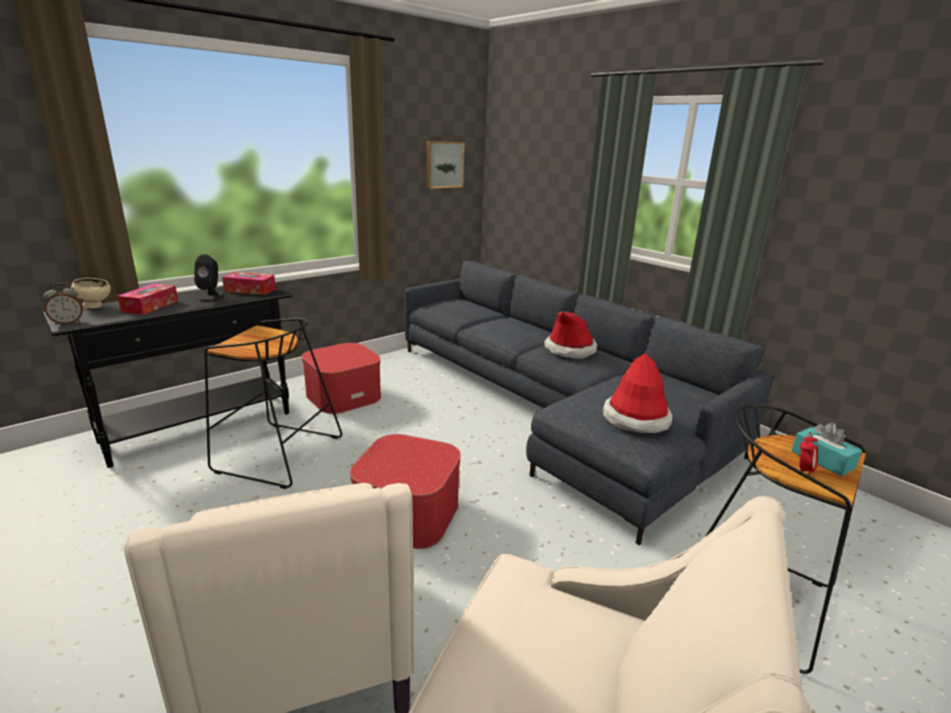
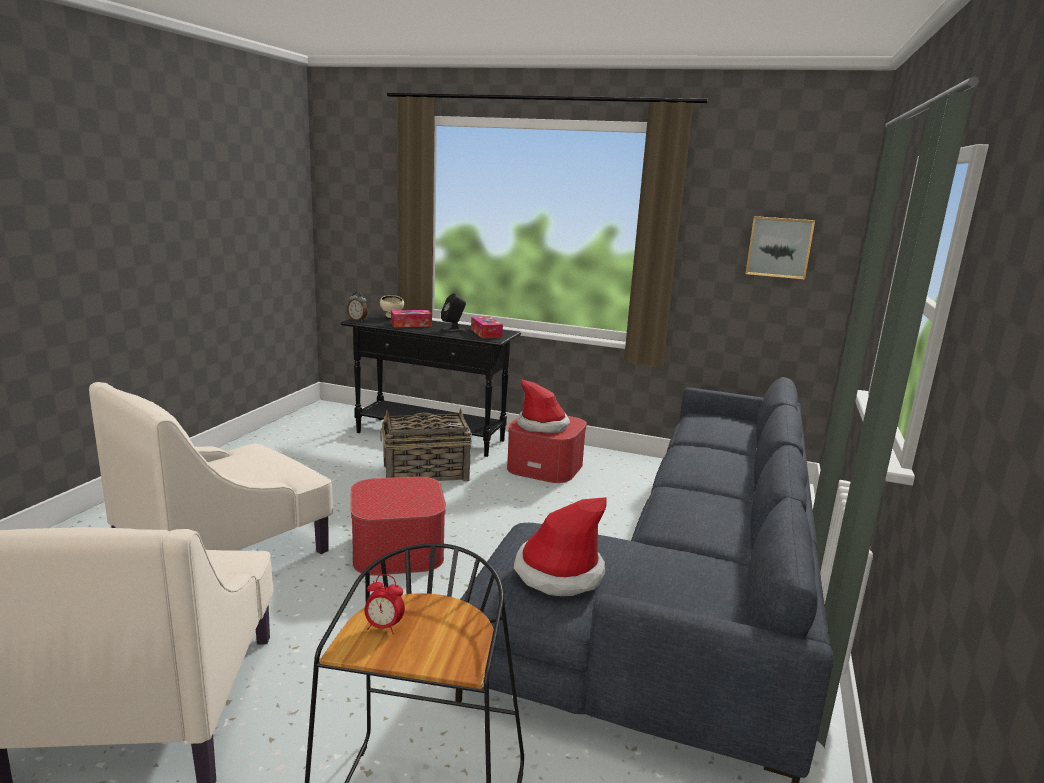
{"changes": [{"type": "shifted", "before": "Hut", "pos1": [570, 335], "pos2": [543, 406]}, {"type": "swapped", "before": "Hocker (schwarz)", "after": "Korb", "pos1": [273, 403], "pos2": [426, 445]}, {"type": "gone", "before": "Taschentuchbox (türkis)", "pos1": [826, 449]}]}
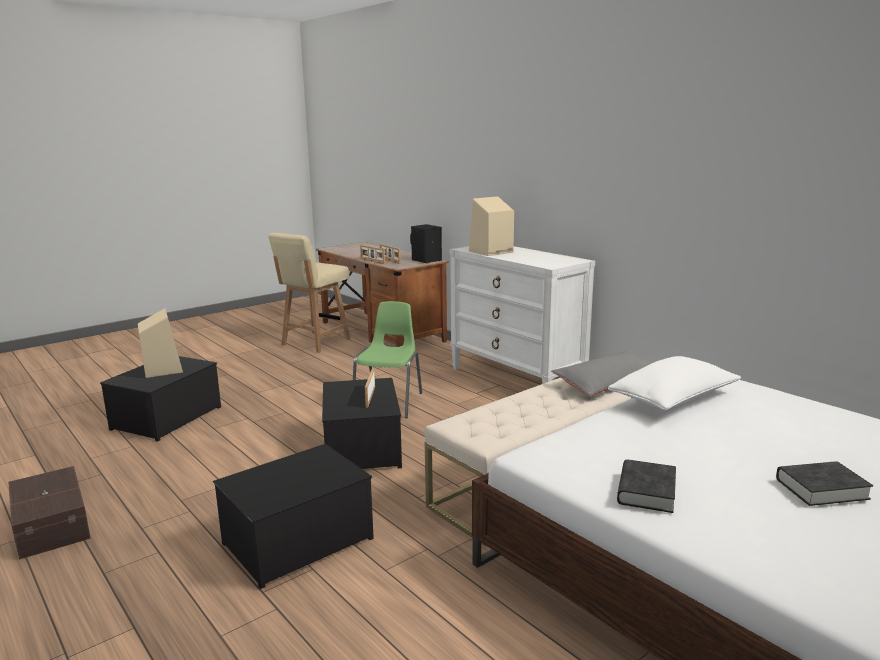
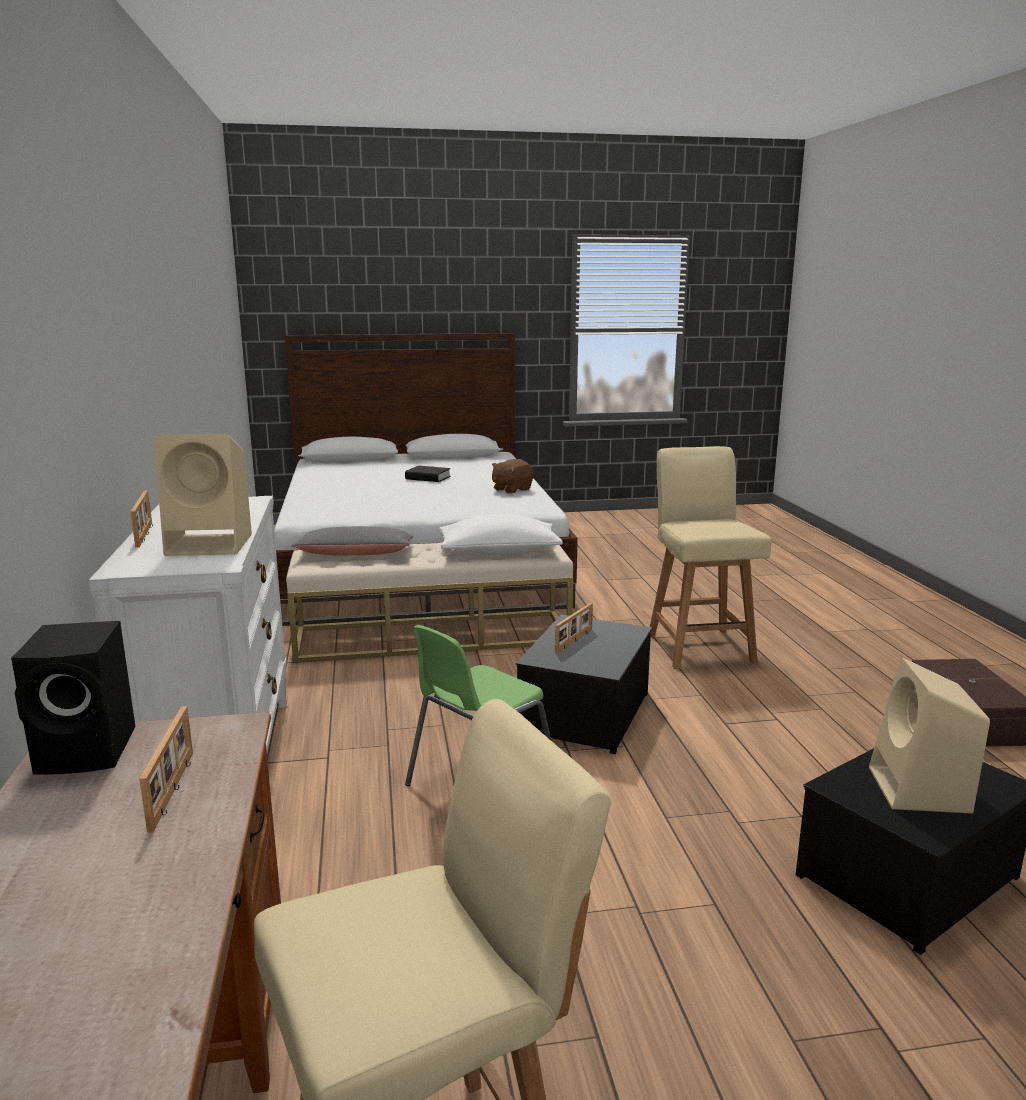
{"changes": [{"type": "shifted", "before": "Bilderrahmen", "pos1": [372, 254], "pos2": [141, 518]}, {"type": "shifted", "before": "Kissen (weiß)", "pos1": [674, 383], "pos2": [501, 534]}, {"type": "swapped", "before": "Aufbewahrungsbox", "after": "Stuhl (beige)", "pos1": [293, 516], "pos2": [711, 557]}, {"type": "swapped", "before": "Buch (schwarz)", "after": "Plüschtier (braun)", "pos1": [646, 486], "pos2": [513, 476]}]}
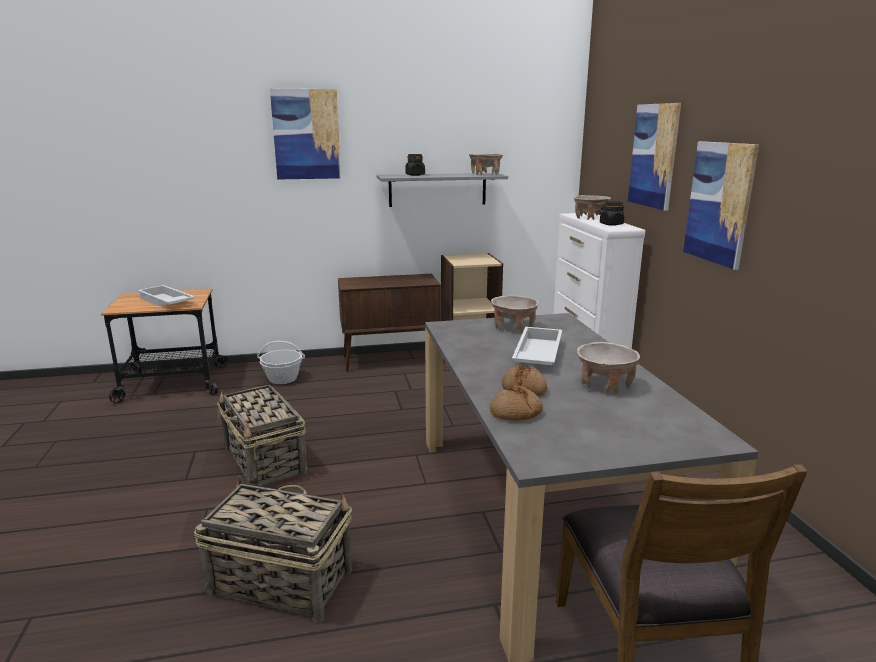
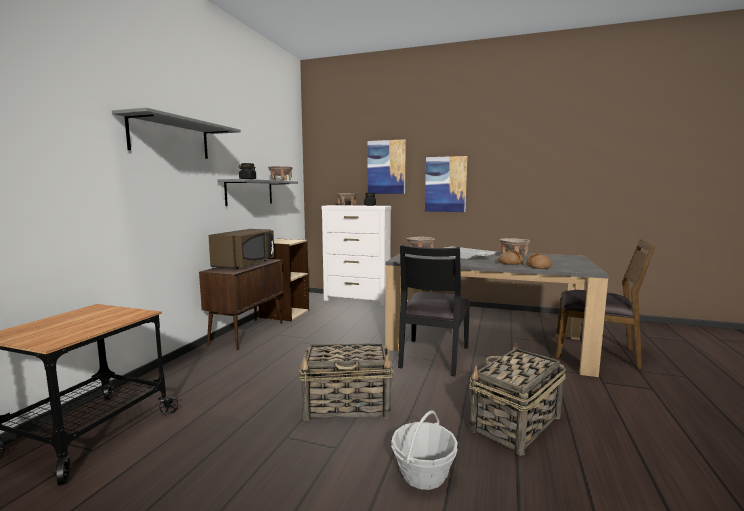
{"changes": [{"type": "swapped", "before": "Bild", "after": "Wandregal (grau)", "pos1": [305, 134], "pos2": [176, 133]}, {"type": "gone", "before": "Tablett (weiß)", "pos1": [166, 295]}, {"type": "shifted", "before": "Korb", "pos1": [281, 362], "pos2": [424, 450]}, {"type": "new", "after": "Mikrowelle (braun)", "pos2": [241, 249]}, {"type": "new", "after": "Stuhl (schwarz)", "pos2": [434, 310]}]}
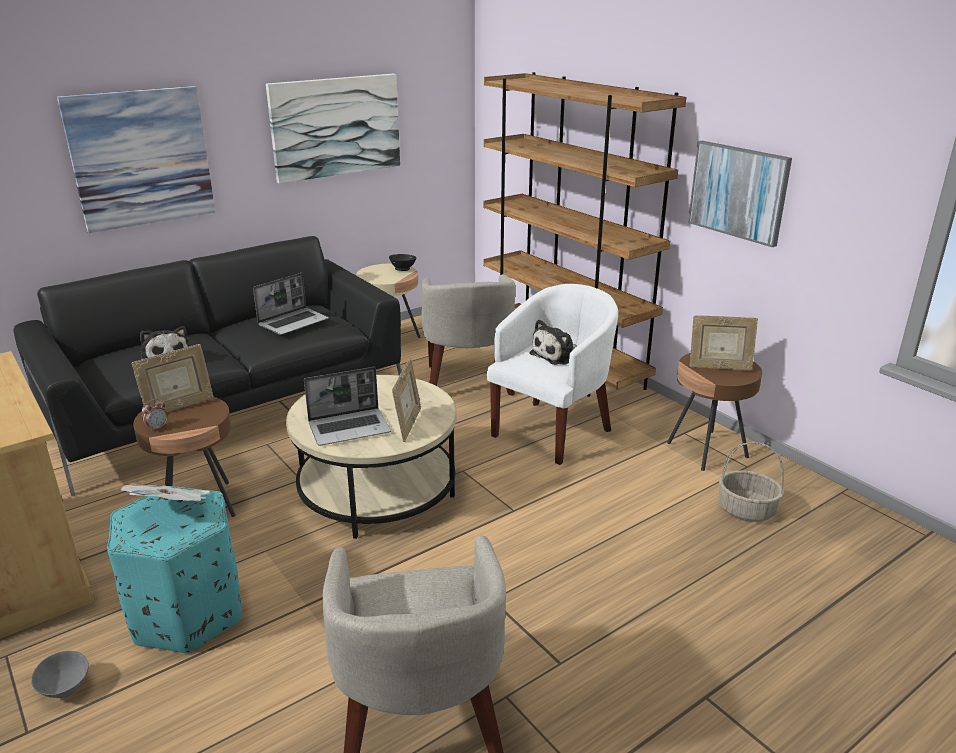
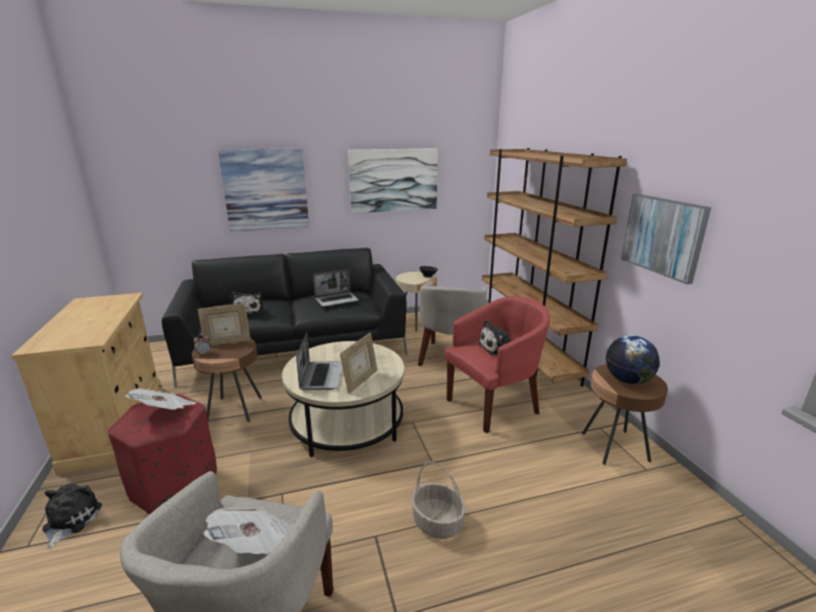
{"changes": [{"type": "repainted", "before": "Sessel (weiß)", "after": "Sessel (rot)", "pos1": [552, 374], "pos2": [497, 364]}, {"type": "swapped", "before": "Bilderrahmen", "after": "Globus", "pos1": [723, 342], "pos2": [633, 359]}, {"type": "rotated", "before": "Laptop", "pos1": [347, 406], "pos2": [319, 361], "turn": -90}, {"type": "shifted", "before": "Korb", "pos1": [751, 482], "pos2": [438, 500]}, {"type": "repainted", "before": "Polsterhocker (türkis)", "after": "Polsterhocker (rot)", "pos1": [174, 570], "pos2": [162, 454]}, {"type": "swapped", "before": "Schüssel (grau)", "after": "Plüschtier", "pos1": [60, 674], "pos2": [72, 516]}, {"type": "new", "after": "Zeitung", "pos2": [248, 531]}]}
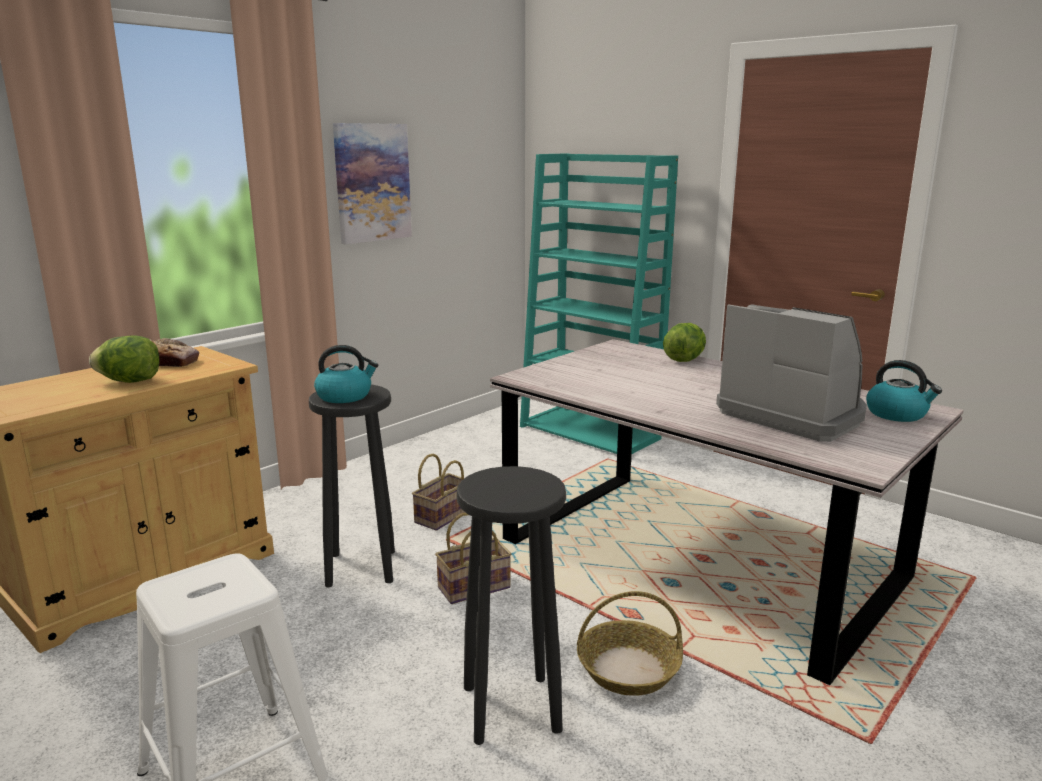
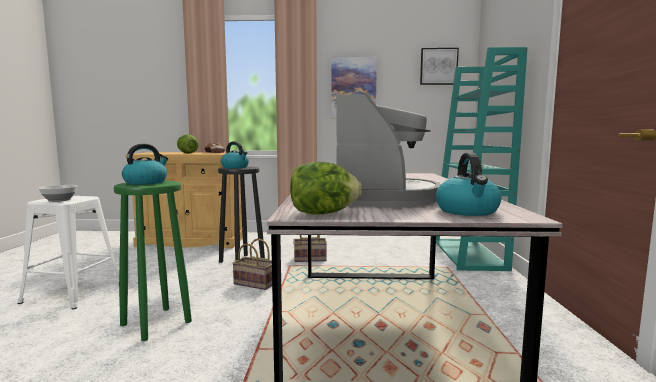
{"changes": [{"type": "shifted", "before": "Salatkopf", "pos1": [684, 342], "pos2": [326, 188]}, {"type": "repainted", "before": "Hocker (schwarz)", "after": "Hocker (grün)", "pos1": [511, 605], "pos2": [153, 261]}, {"type": "gone", "before": "Korb", "pos1": [630, 643]}, {"type": "new", "after": "Bild", "pos2": [439, 66]}, {"type": "new", "after": "Wasserkessel", "pos2": [145, 164]}, {"type": "new", "after": "Schüssel", "pos2": [57, 193]}]}
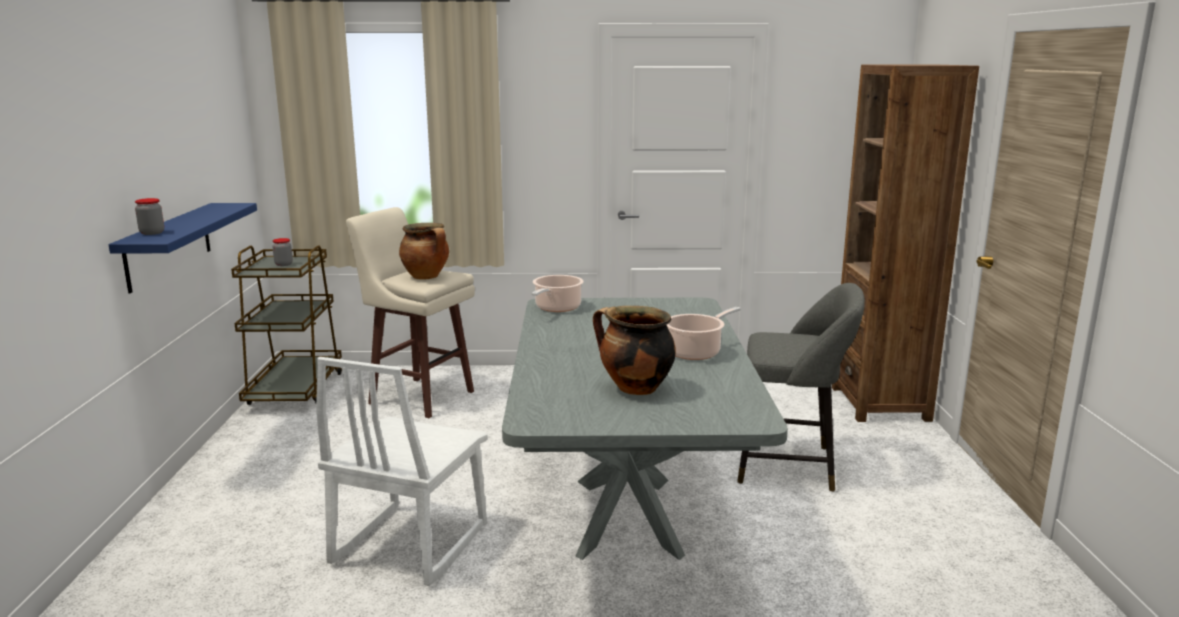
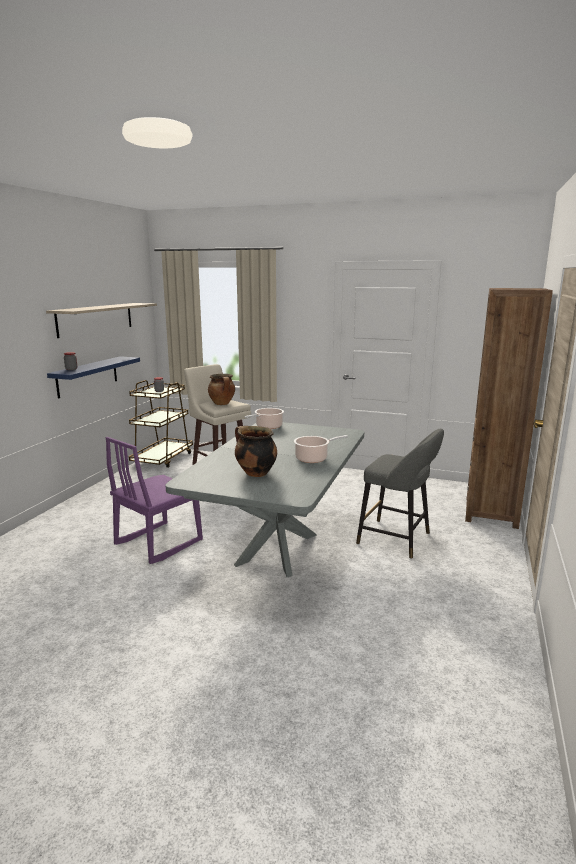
{"changes": [{"type": "repainted", "before": "Stuhl (weiß)", "after": "Stuhl (lila)", "pos1": [401, 471], "pos2": [154, 500]}, {"type": "new", "after": "Wandregal", "pos2": [101, 320]}]}
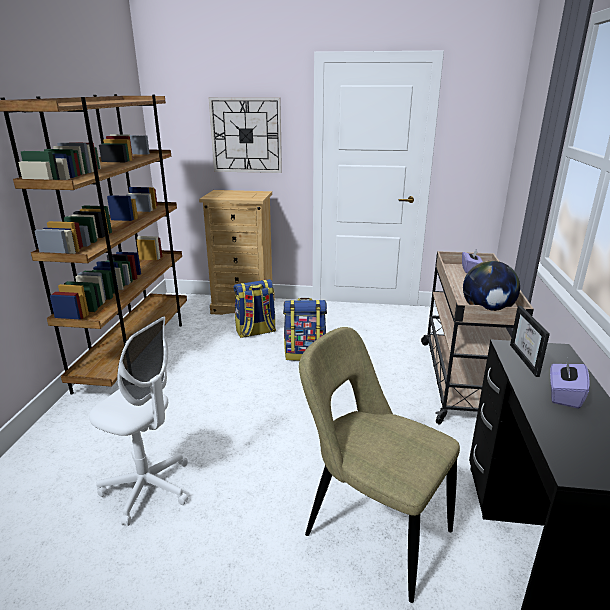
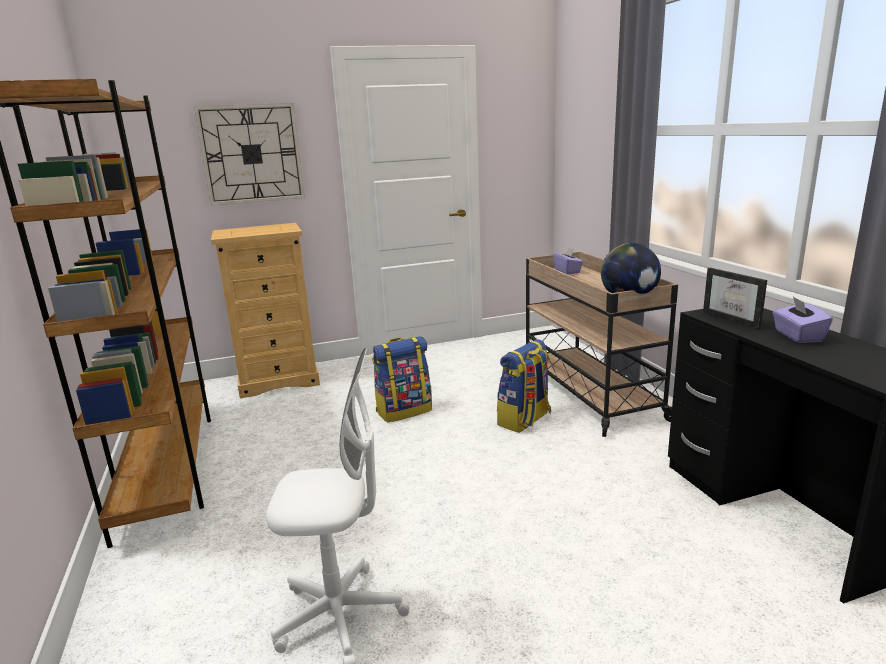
{"changes": [{"type": "shifted", "before": "Rucksack", "pos1": [255, 308], "pos2": [524, 386]}, {"type": "gone", "before": "Stuhl (beige)", "pos1": [379, 465]}]}
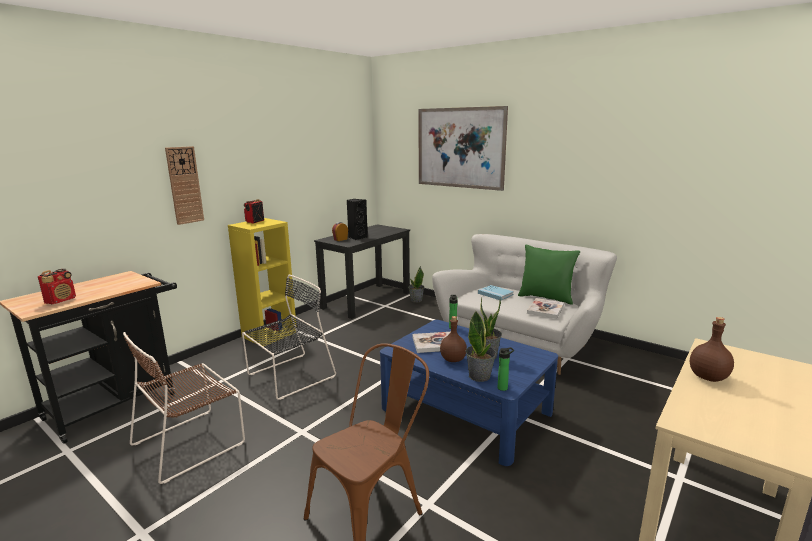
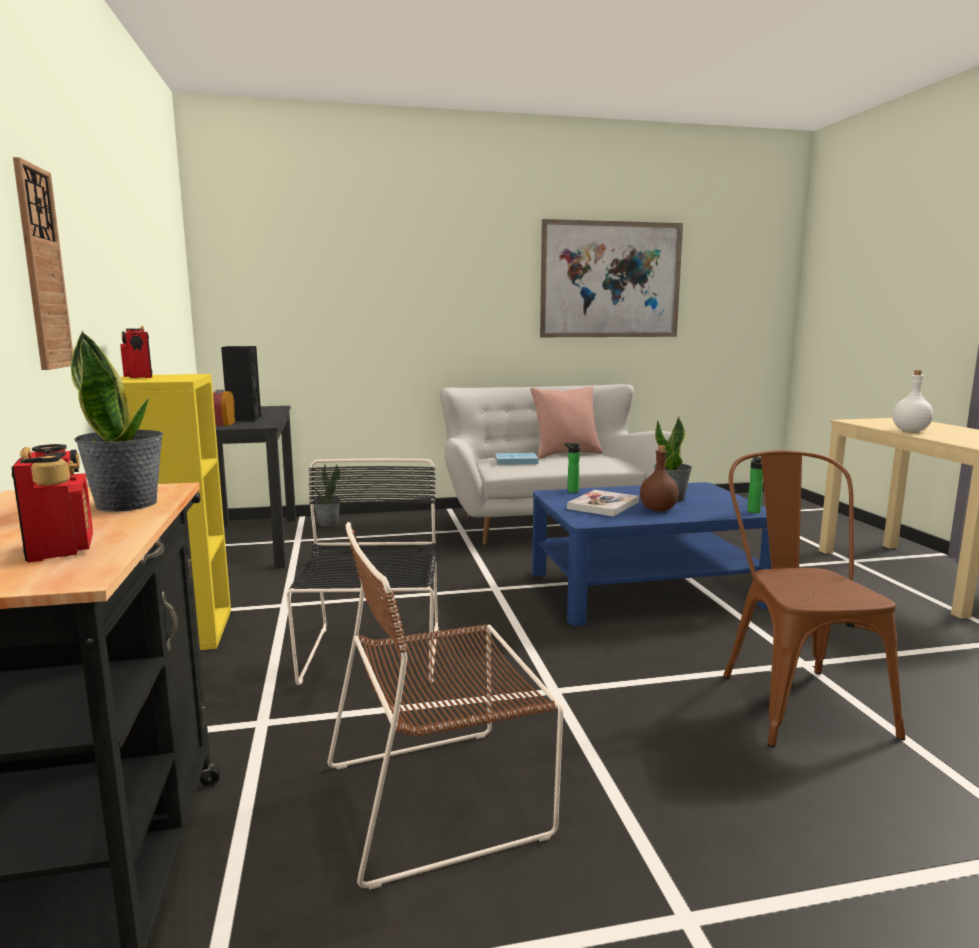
{"changes": [{"type": "shifted", "before": "Bild", "pos1": [463, 148], "pos2": [611, 278]}, {"type": "repainted", "before": "Kissen (grün)", "after": "Kissen (rosa)", "pos1": [549, 274], "pos2": [566, 422]}, {"type": "gone", "before": "Buch", "pos1": [545, 308]}, {"type": "shifted", "before": "Topfpflanze", "pos1": [480, 346], "pos2": [117, 421]}, {"type": "repainted", "before": "Flasche (braun)", "after": "Flasche (weiß)", "pos1": [712, 349], "pos2": [913, 400]}, {"type": "rotated", "before": "Stuhl (braun)", "pos1": [184, 408], "pos2": [445, 706], "turn": 75}]}
